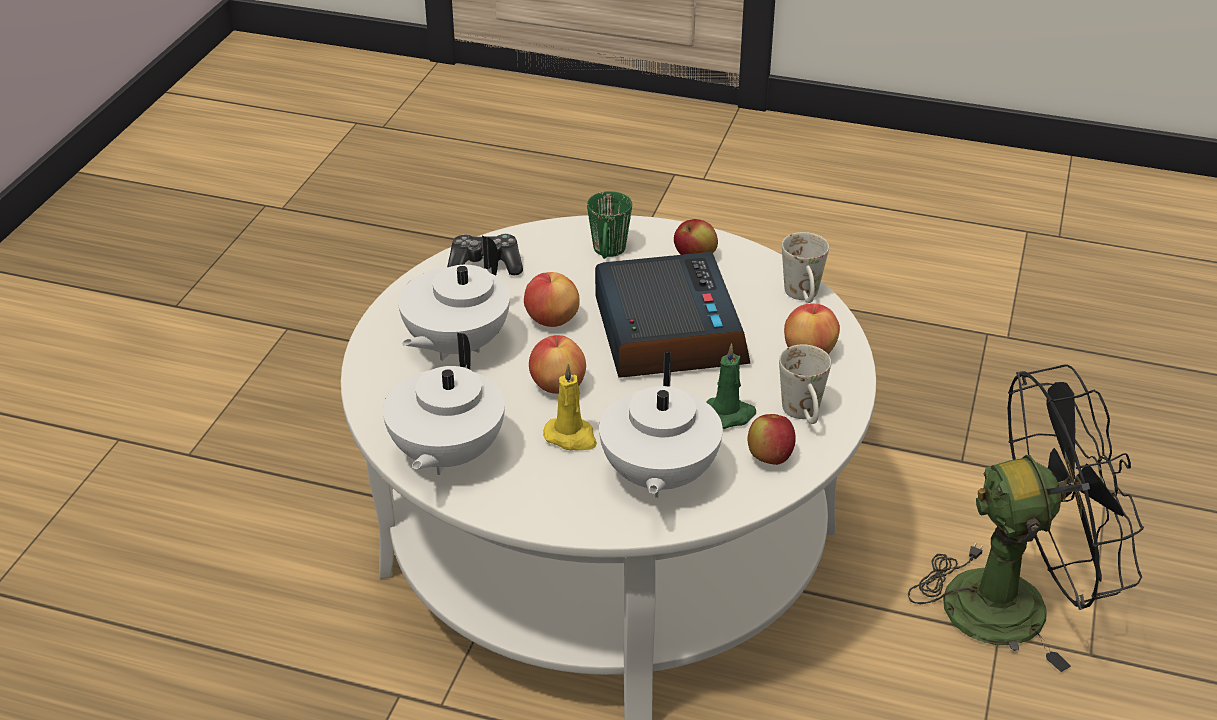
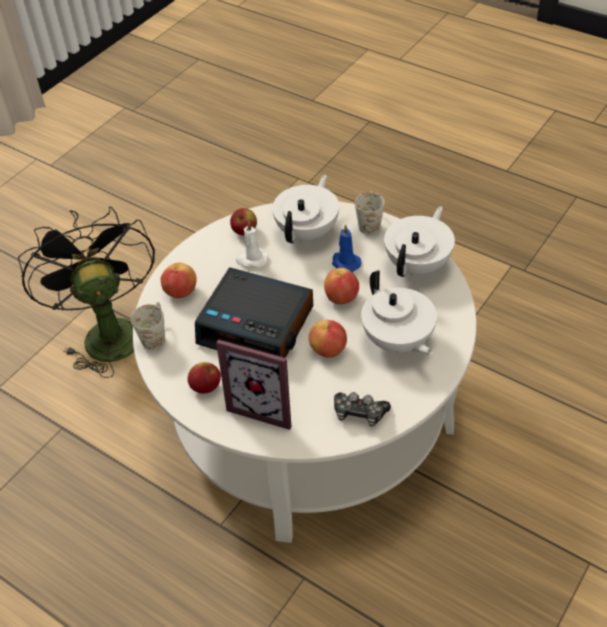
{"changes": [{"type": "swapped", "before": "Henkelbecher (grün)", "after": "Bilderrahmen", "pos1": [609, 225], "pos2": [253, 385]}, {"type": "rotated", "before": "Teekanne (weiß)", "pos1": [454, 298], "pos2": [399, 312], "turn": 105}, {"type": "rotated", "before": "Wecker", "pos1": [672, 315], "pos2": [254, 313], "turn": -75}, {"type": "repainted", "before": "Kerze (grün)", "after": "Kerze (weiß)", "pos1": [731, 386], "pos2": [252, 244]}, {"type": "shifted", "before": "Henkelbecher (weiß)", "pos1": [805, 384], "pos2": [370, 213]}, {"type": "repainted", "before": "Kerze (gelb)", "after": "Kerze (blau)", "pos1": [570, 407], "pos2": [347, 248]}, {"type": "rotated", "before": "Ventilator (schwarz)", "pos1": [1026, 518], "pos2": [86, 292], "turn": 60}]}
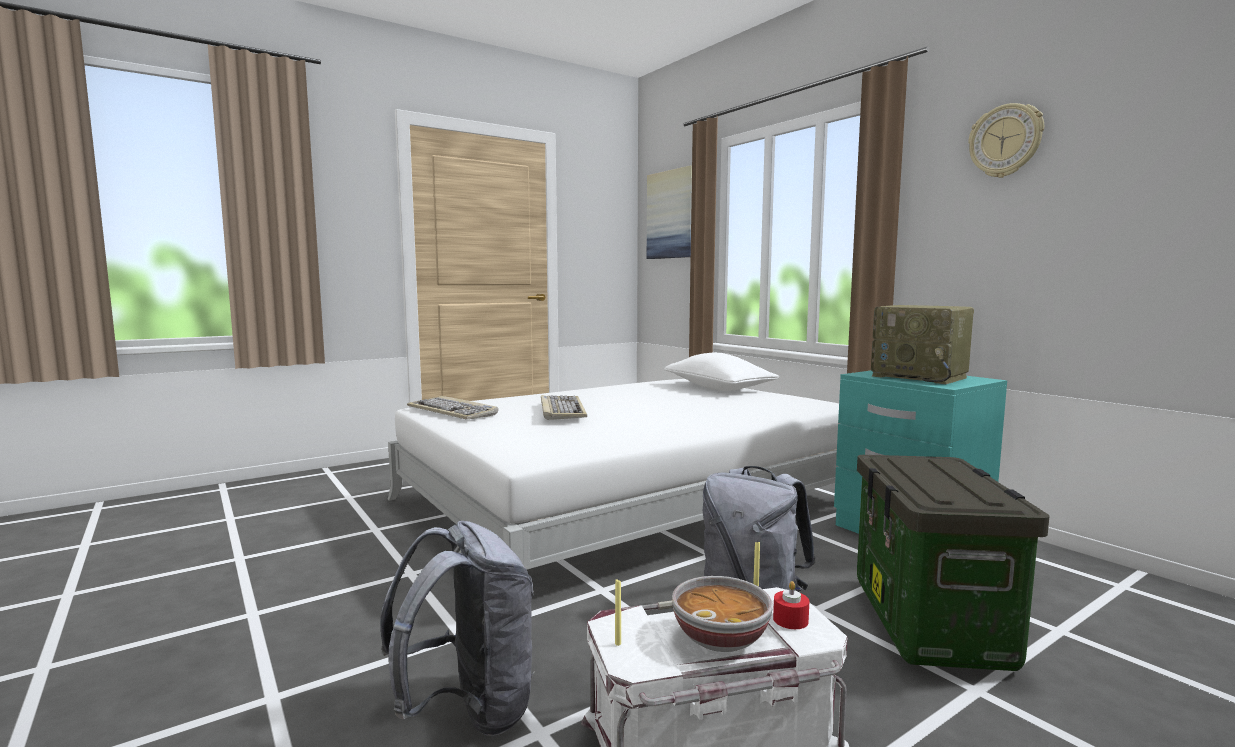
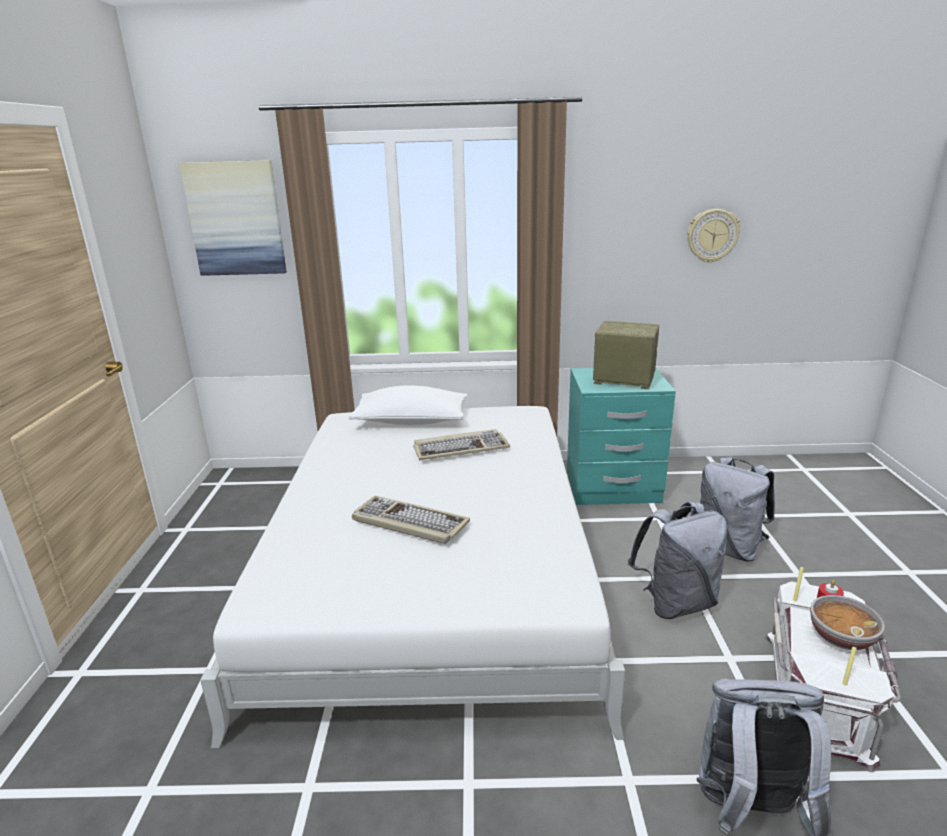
{"changes": [{"type": "shifted", "before": "Wanduhr", "pos1": [1006, 140], "pos2": [713, 236]}, {"type": "rotated", "before": "Radio", "pos1": [922, 344], "pos2": [626, 355], "turn": -150}, {"type": "shifted", "before": "Tastatur", "pos1": [452, 408], "pos2": [461, 444]}, {"type": "swapped", "before": "Aufbewahrungsbox", "after": "Rucksack (grau)", "pos1": [953, 563], "pos2": [737, 509]}]}
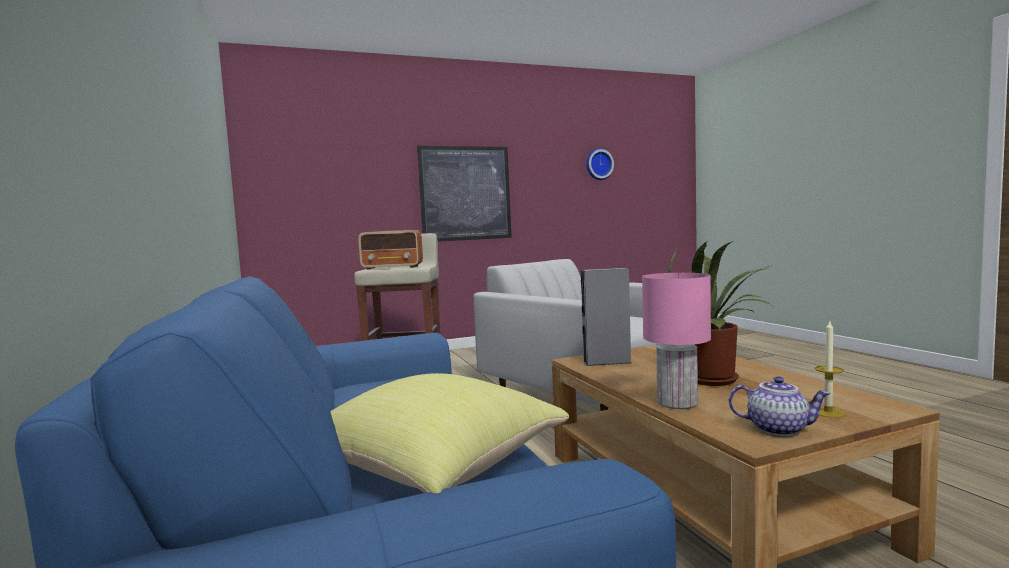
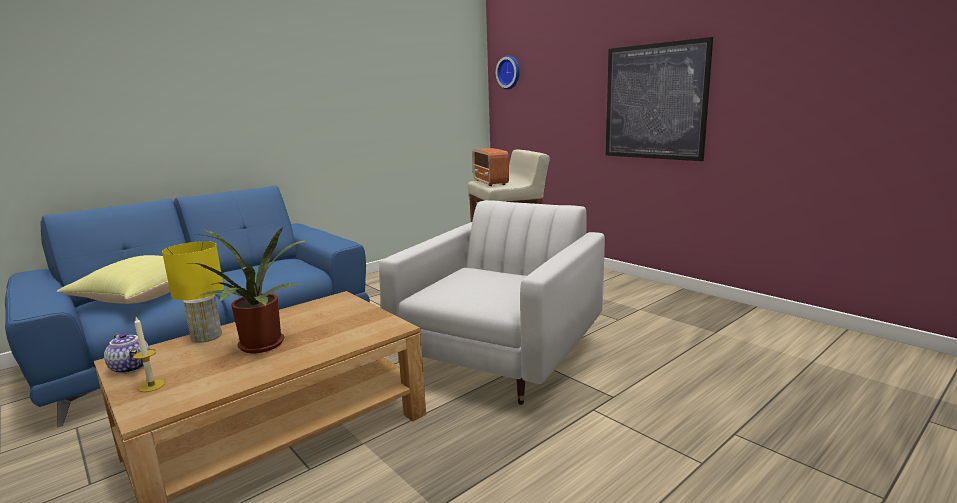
{"changes": [{"type": "shifted", "before": "Wanduhr", "pos1": [600, 164], "pos2": [508, 72]}, {"type": "gone", "before": "Lautsprecher (grau)", "pos1": [606, 317]}, {"type": "repainted", "before": "Tischlampe (rosa)", "after": "Tischlampe (gelb)", "pos1": [676, 341], "pos2": [193, 292]}, {"type": "rotated", "before": "Teekanne", "pos1": [780, 406], "pos2": [127, 353], "turn": -45}]}
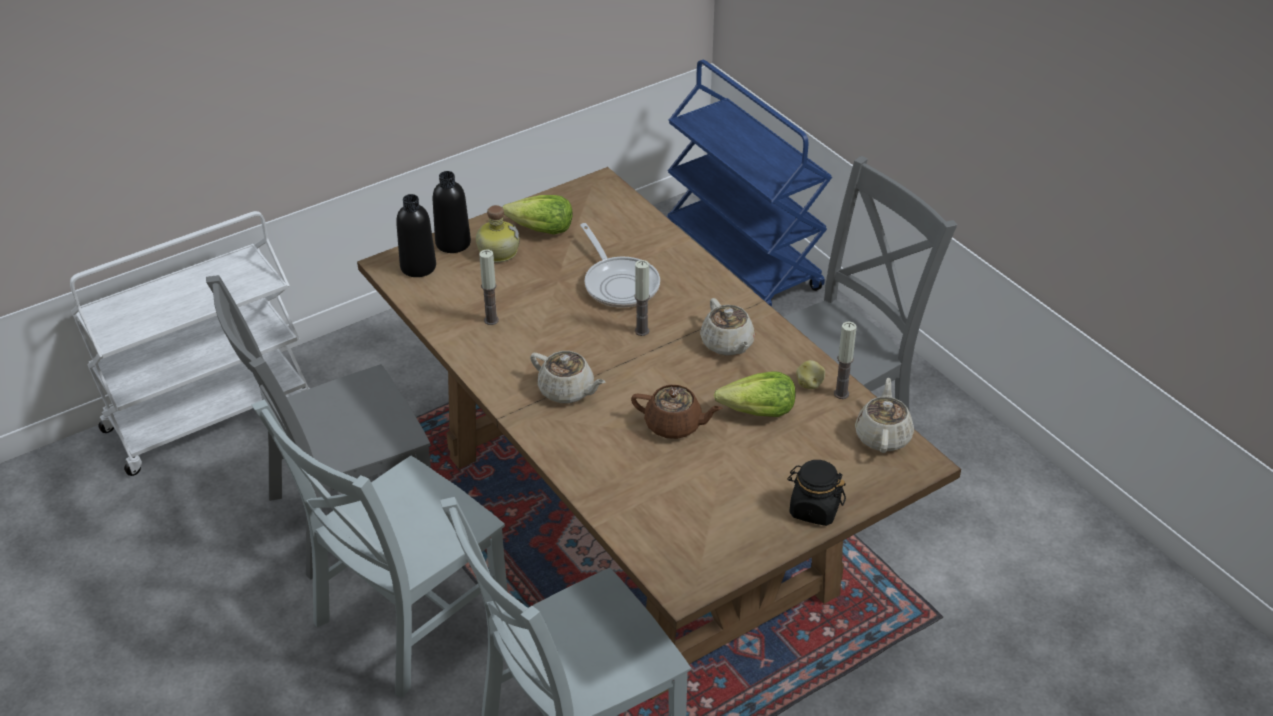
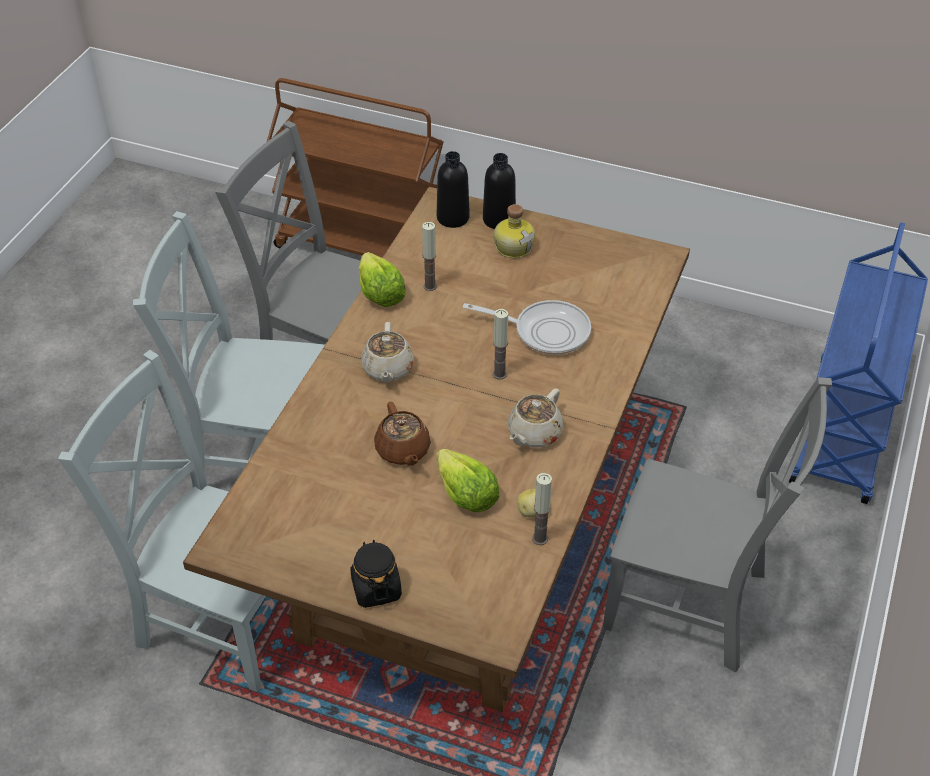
{"changes": [{"type": "shifted", "before": "Salatkopf", "pos1": [538, 215], "pos2": [382, 279]}, {"type": "repainted", "before": "Rollwagen (weiß)", "after": "Rollwagen (braun)", "pos1": [190, 343], "pos2": [355, 168]}, {"type": "rotated", "before": "Pfanne", "pos1": [620, 265], "pos2": [527, 327], "turn": -105}, {"type": "gone", "before": "Teekanne (beige)", "pos1": [884, 415]}]}
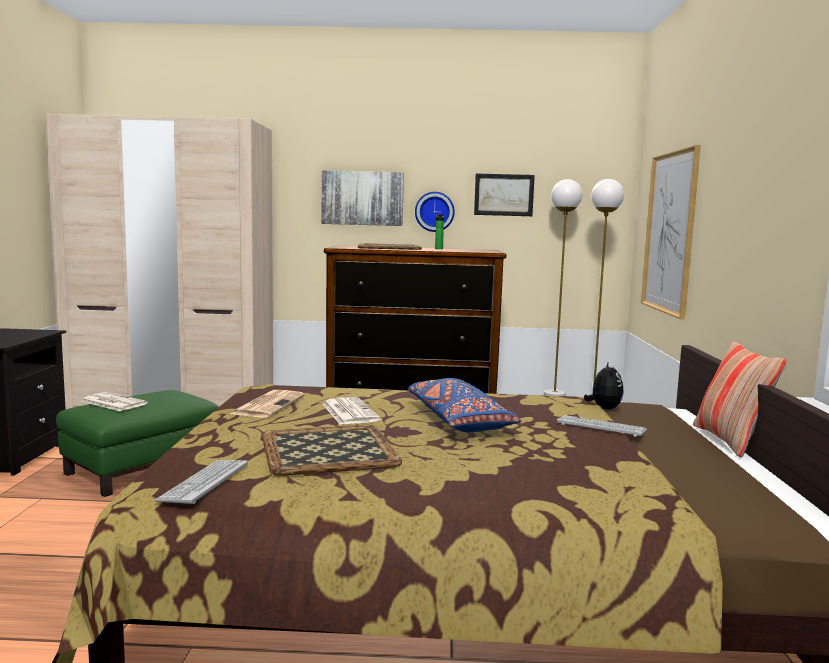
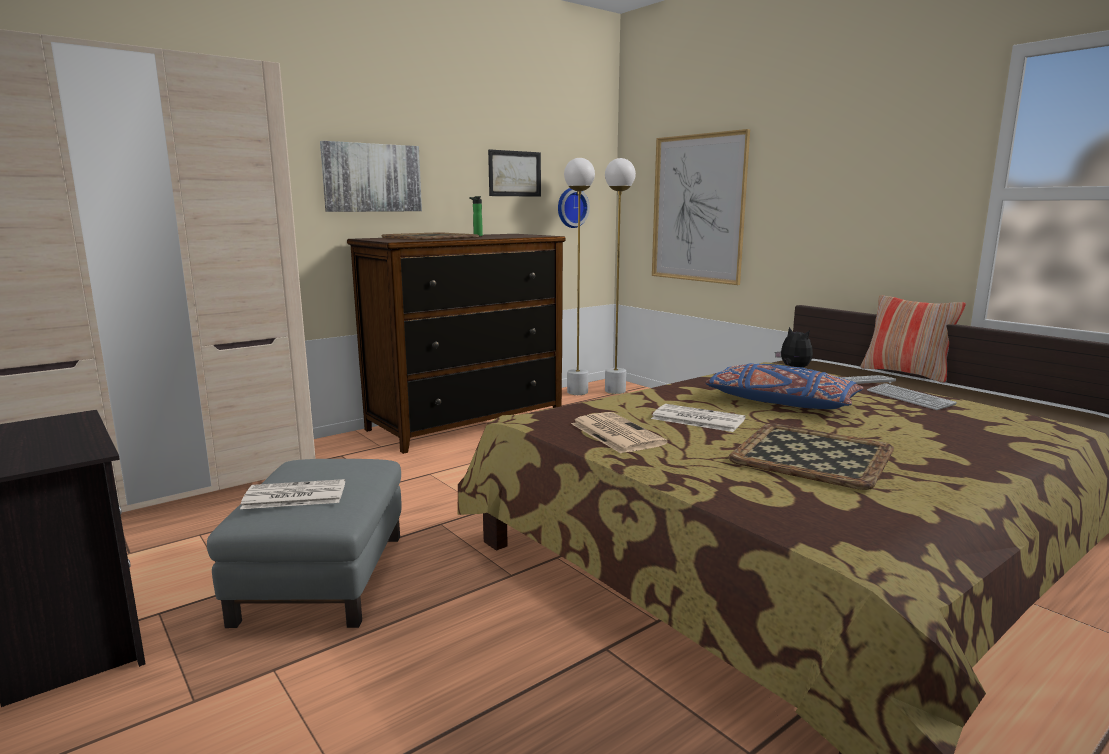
{"changes": [{"type": "shifted", "before": "Wanduhr", "pos1": [435, 212], "pos2": [574, 208]}, {"type": "repainted", "before": "Polsterhocker (grün)", "after": "Polsterhocker (grau)", "pos1": [137, 443], "pos2": [304, 543]}, {"type": "shifted", "before": "Tastatur", "pos1": [201, 482], "pos2": [912, 396]}]}
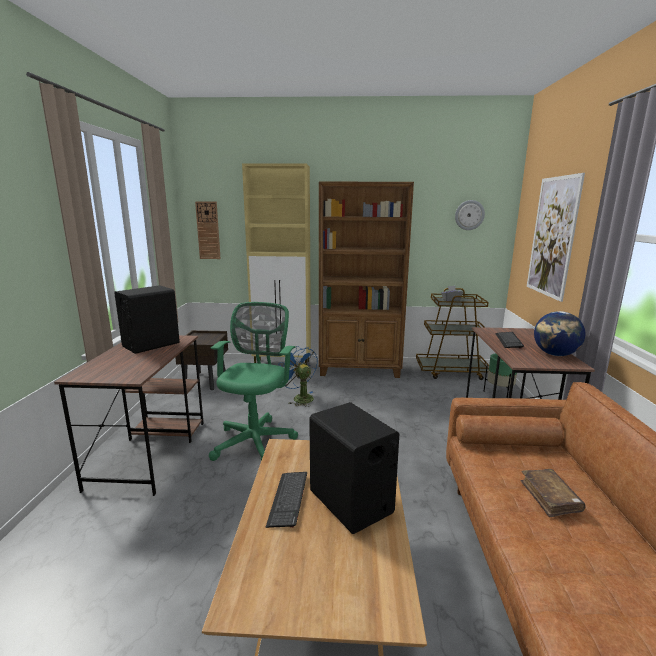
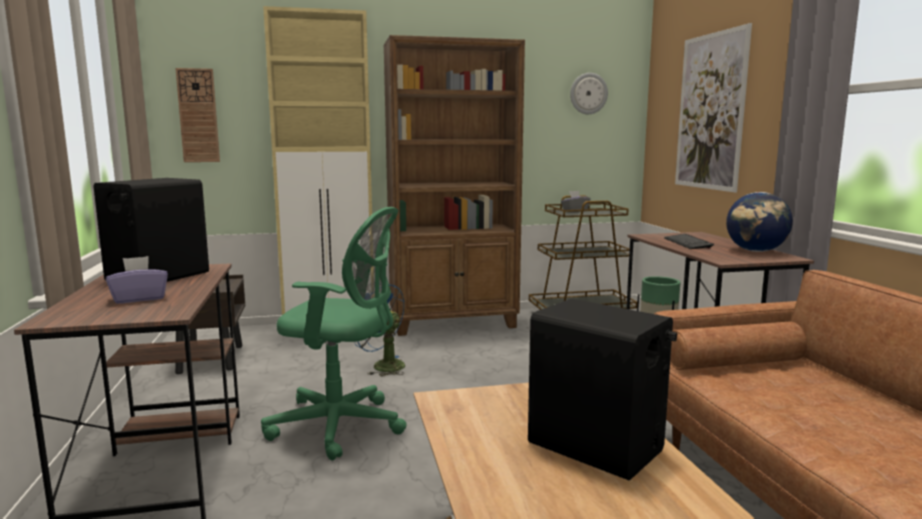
{"changes": [{"type": "rotated", "before": "Bürostuhl (grün)", "pos1": [253, 381], "pos2": [334, 334], "turn": 105}, {"type": "gone", "before": "Buch (braun)", "pos1": [553, 493]}, {"type": "gone", "before": "Tastatur", "pos1": [286, 500]}, {"type": "new", "after": "Taschentuchbox (lila)", "pos2": [137, 280]}]}
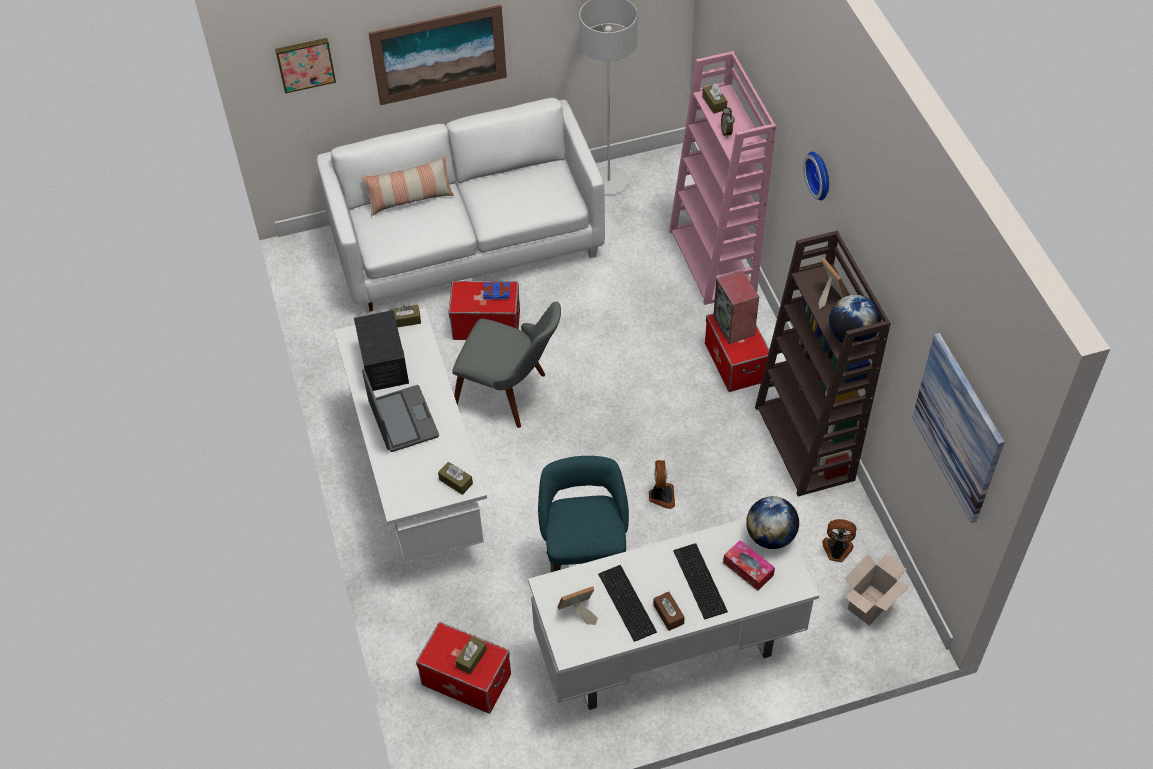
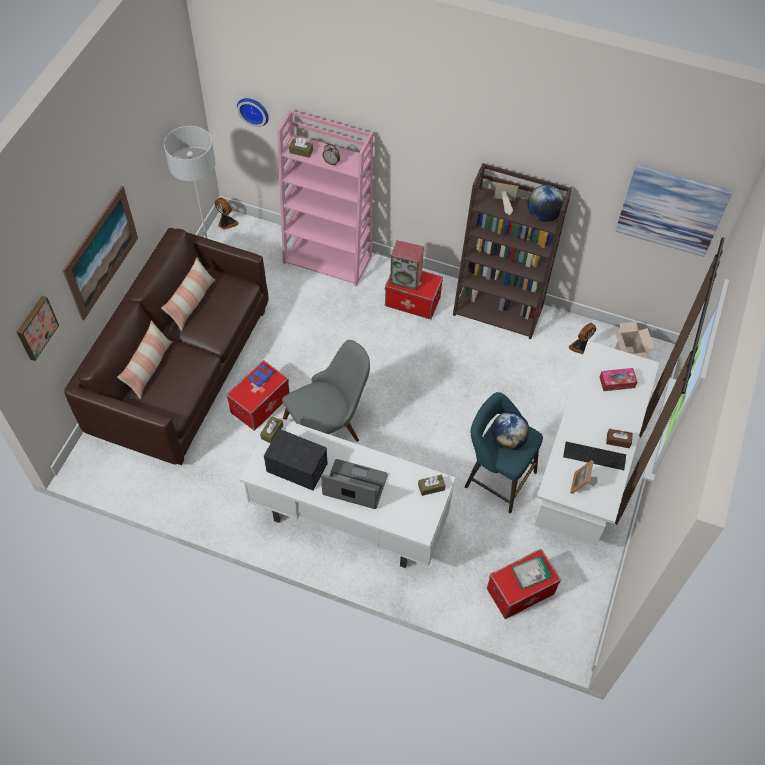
{"changes": [{"type": "repainted", "before": "Sofa (weiß)", "after": "Sofa (braun)", "pos1": [461, 205], "pos2": [166, 346]}, {"type": "shifted", "before": "Wanduhr", "pos1": [816, 176], "pos2": [253, 112]}, {"type": "shifted", "before": "Ventilator", "pos1": [662, 484], "pos2": [227, 213]}, {"type": "shifted", "before": "Globus", "pos1": [772, 522], "pos2": [510, 431]}, {"type": "gone", "before": "Tastatur", "pos1": [701, 582]}, {"type": "swapped", "before": "Taschentuchbox (braun)", "after": "Buch", "pos1": [471, 655], "pos2": [532, 573]}, {"type": "new", "after": "Kissen", "pos2": [188, 294]}]}
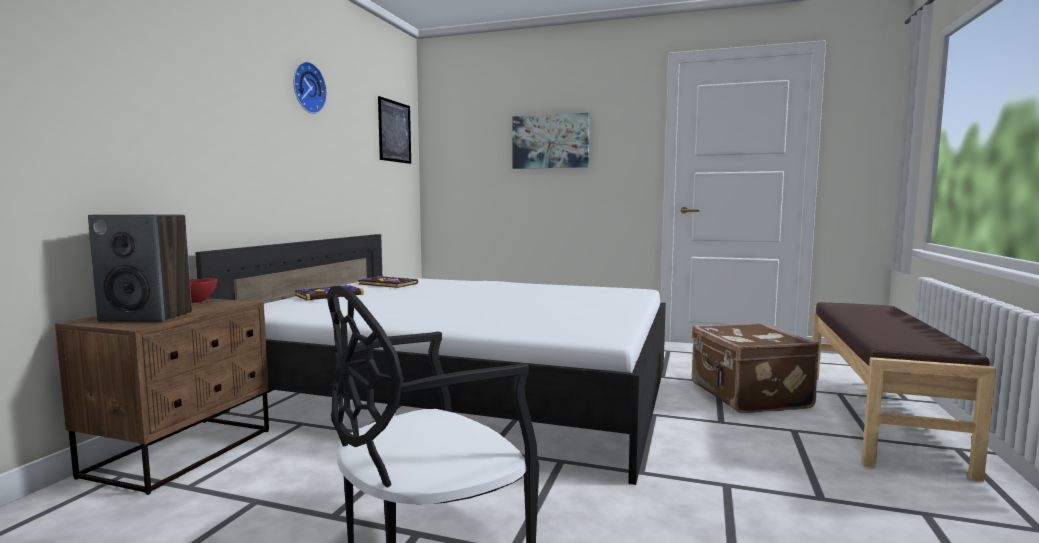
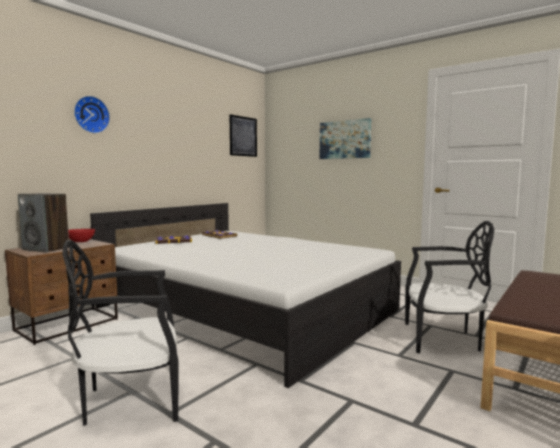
{"changes": [{"type": "shifted", "before": "Wanduhr", "pos1": [310, 87], "pos2": [92, 114]}, {"type": "swapped", "before": "Koffer (braun)", "after": "Stuhl (schwarz)", "pos1": [755, 368], "pos2": [449, 287]}]}
